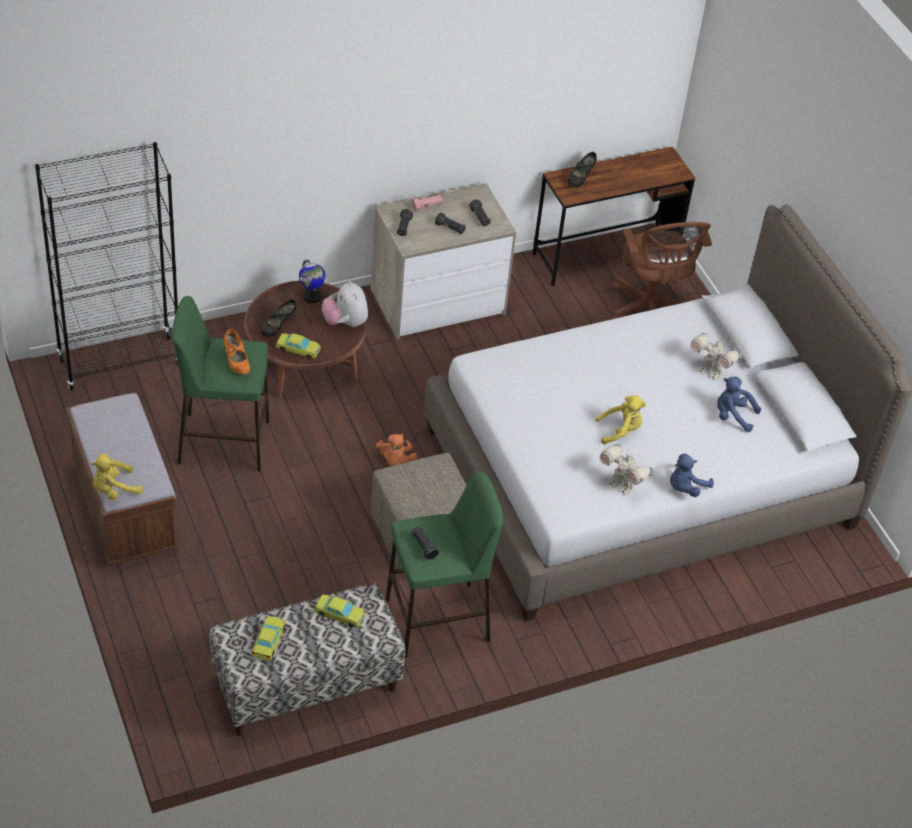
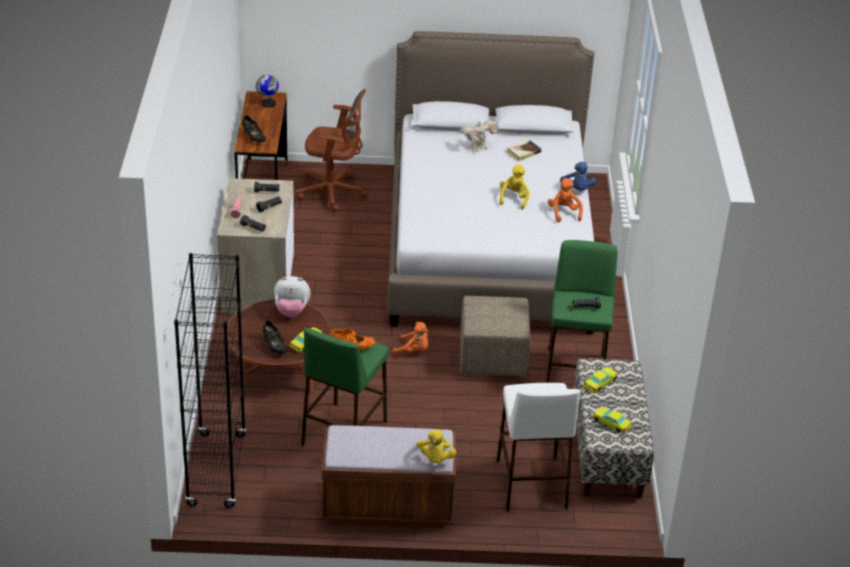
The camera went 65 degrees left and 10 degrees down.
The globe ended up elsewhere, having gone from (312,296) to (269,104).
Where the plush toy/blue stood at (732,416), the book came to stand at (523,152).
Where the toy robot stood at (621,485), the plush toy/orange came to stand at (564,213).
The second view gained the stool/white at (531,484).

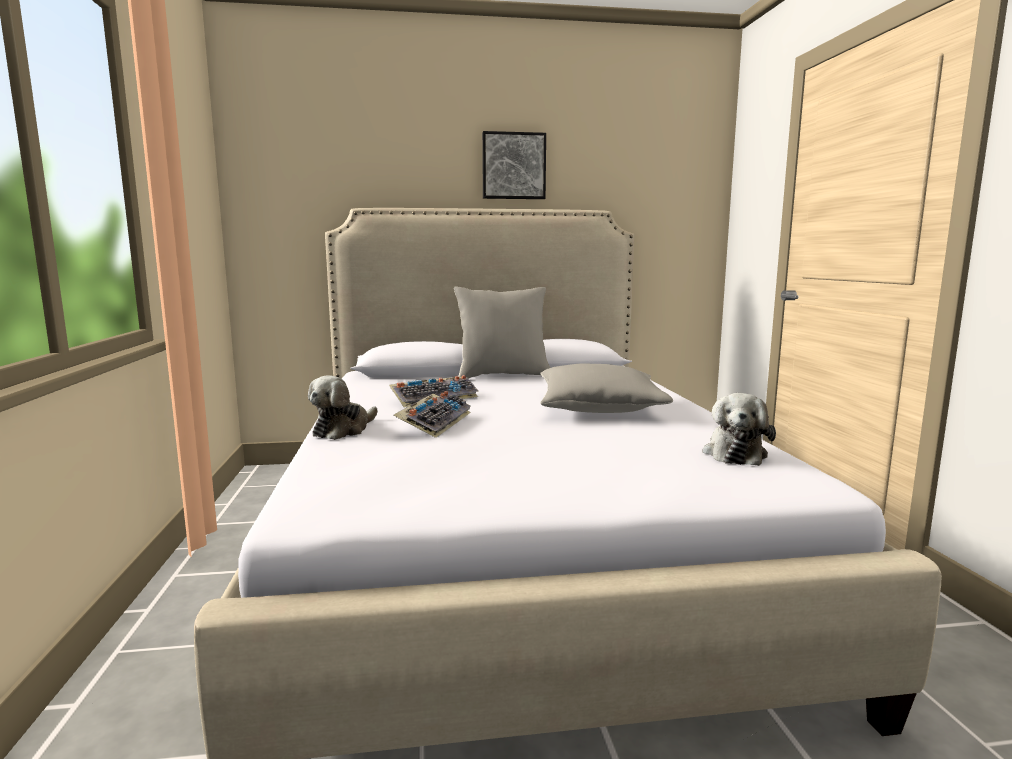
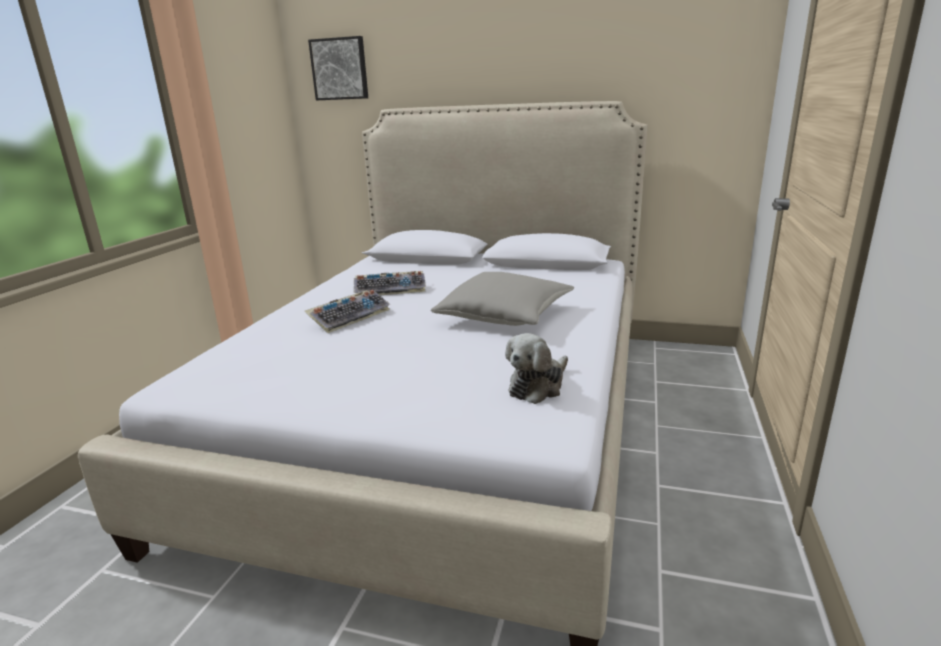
The camera went 25 degrees right and 10 degrees up.
The picture ended up elsewhere, having gone from (513,166) to (340,69).
The second view lost the pillow/grey at (503,376).
The second view lost the plush toy at (343,430).

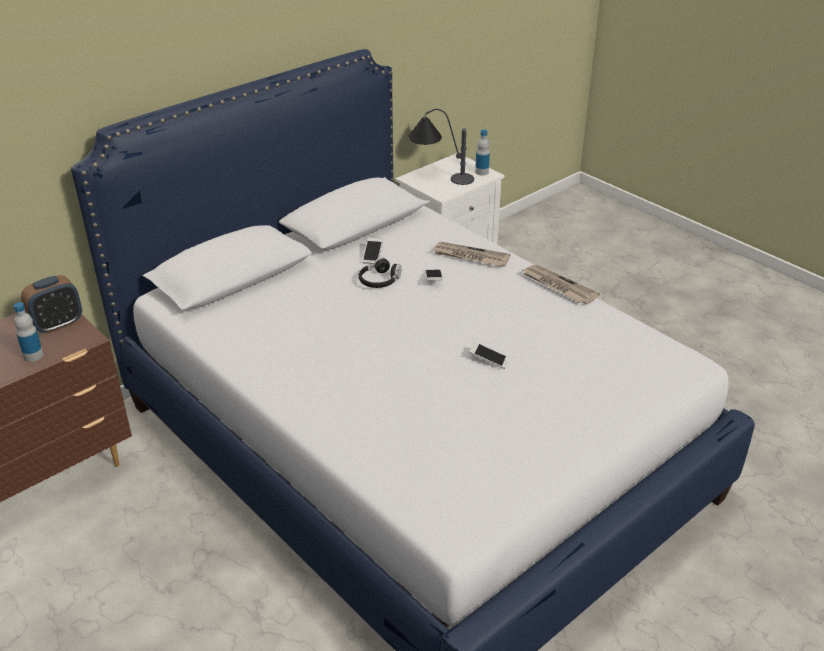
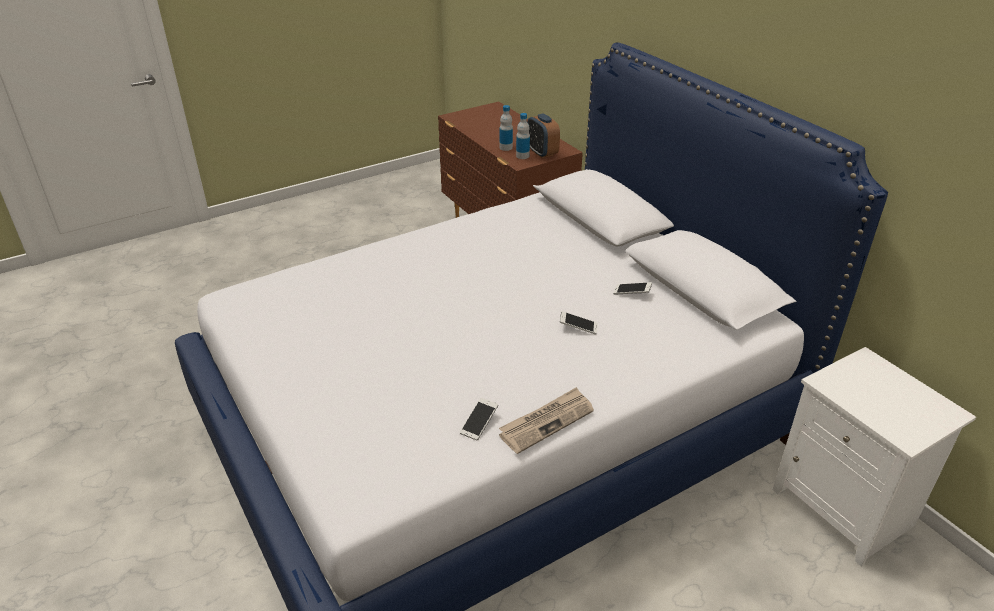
The camera went 100 degrees right and 0 degrees up.
The second view lost the table lamp at (438,176).
The bottle ended up elsewhere, having gone from (481,172) to (522,156).
The second view lost the newspaper at (470,256).
The second view lost the headphones/black at (379,280).
The phone ended up elsewhere, having gone from (489,360) to (479,423).

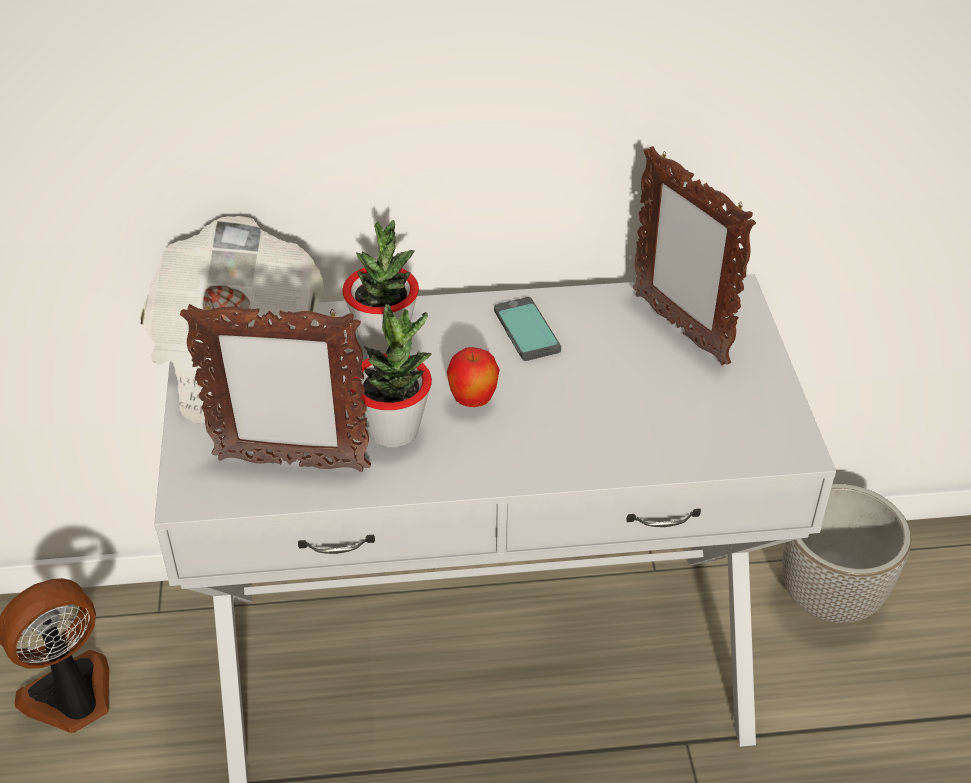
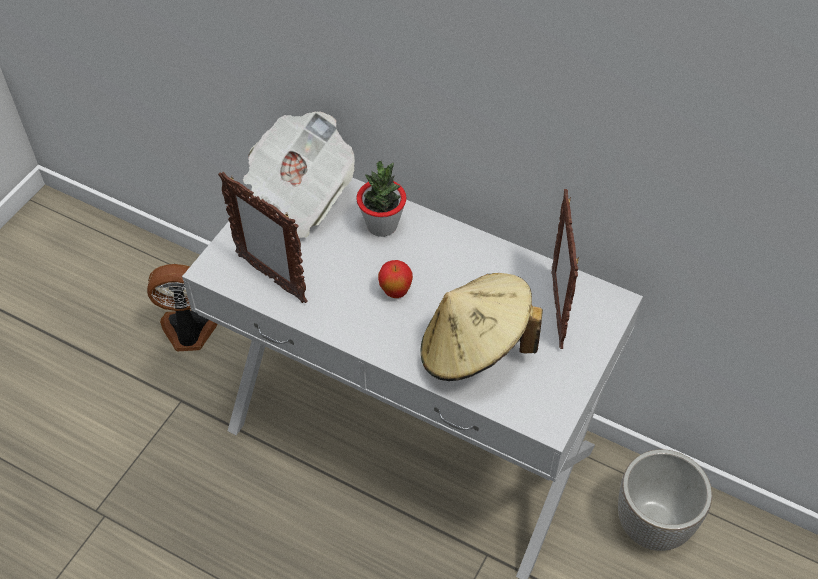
The camera went 35 degrees right and 10 degrees up.
The second view lost the phone at (526,330).
The second view lost the potted plant at (394,430).
The second view gained the hat/beige at (474,349).

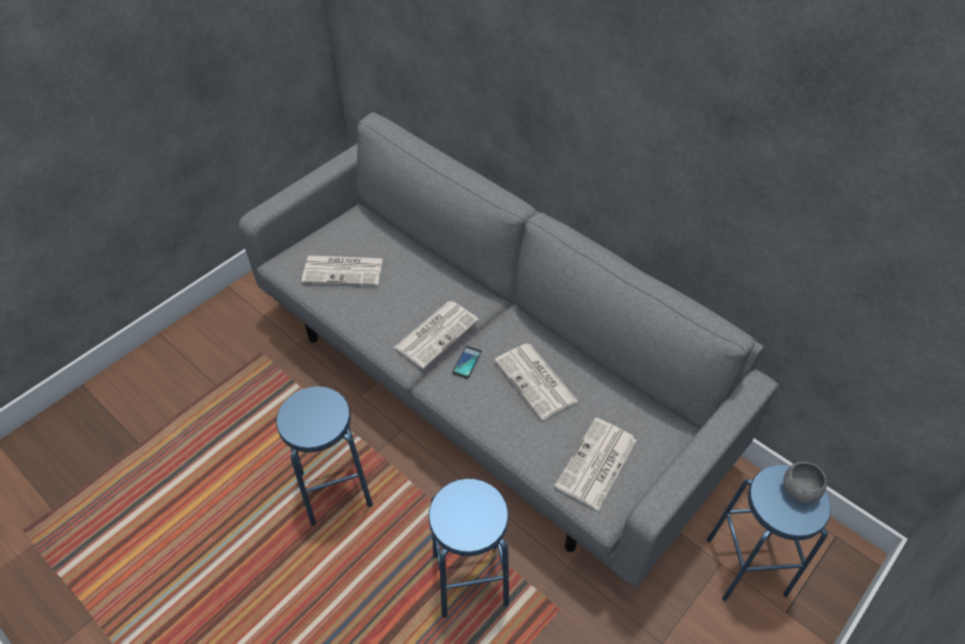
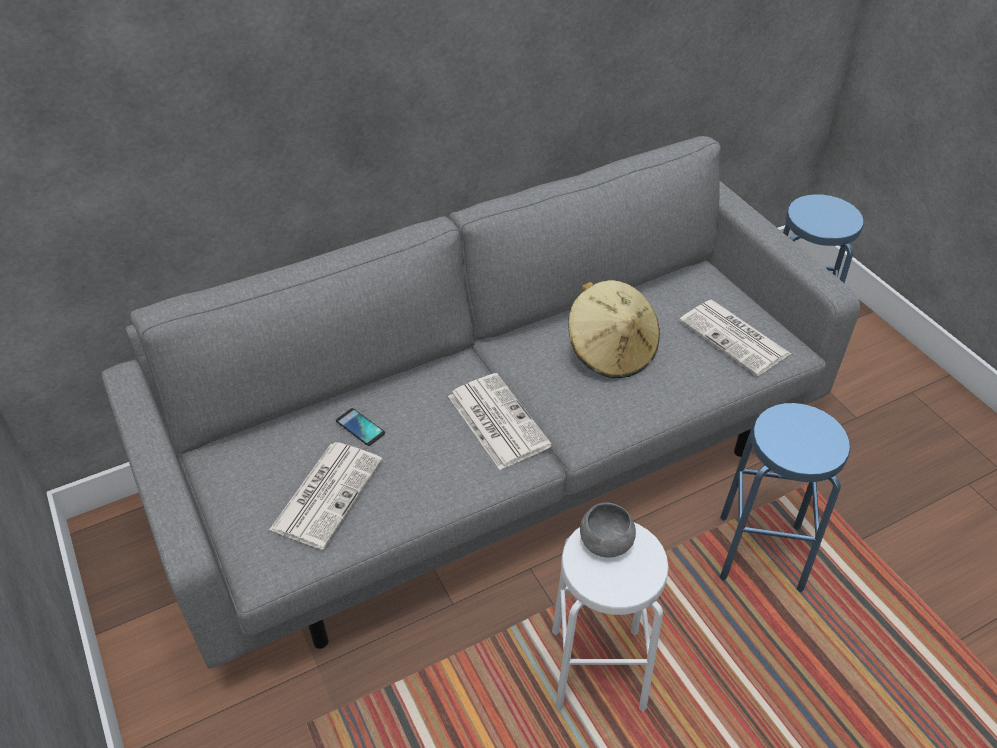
The camera went 70 degrees left and 5 degrees down.
Where the newspaper stood at (536,381), the hat/beige came to stand at (611,351).
The phone ended up elsewhere, having gone from (467,362) to (360,427).
What was the stool/blue at (335,490) turned into the stool/white at (597,670).
The bowl/grey ended up elsewhere, having gone from (799,490) to (605,543).

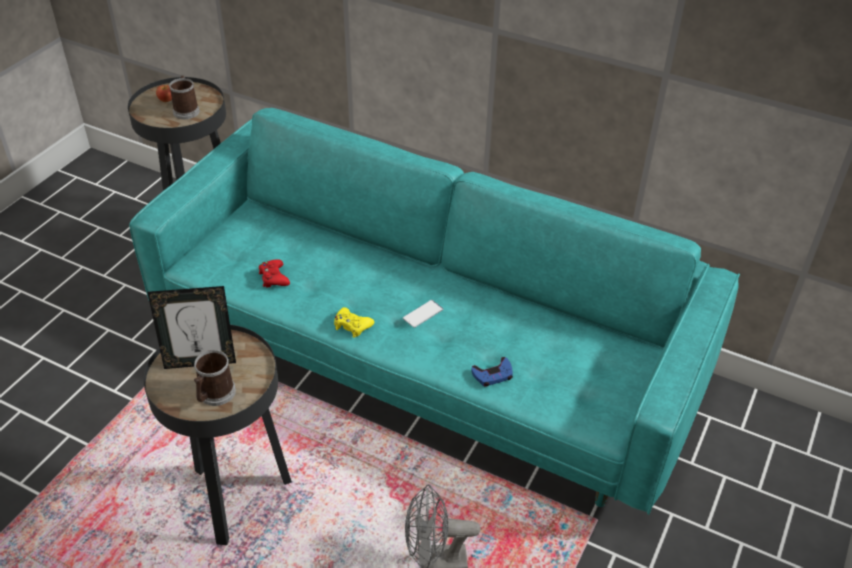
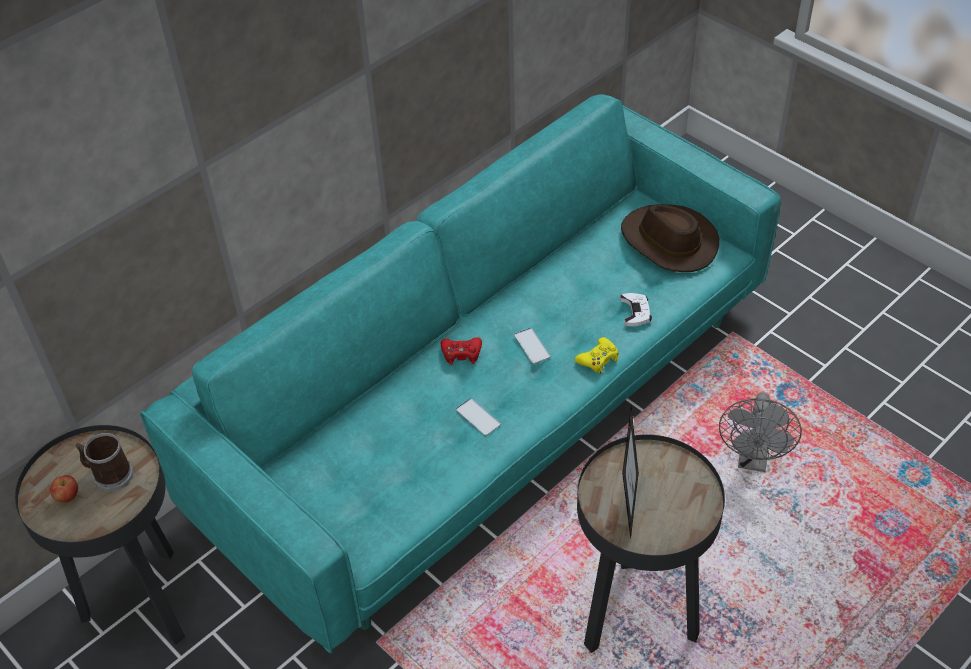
The camera went 70 degrees left and 5 degrees up.
The game controller/red ended up elsewhere, having gone from (274,278) to (461,354).
The game controller/yellow ended up elsewhere, having gone from (352,326) to (598,359).
The second view lost the mug at (214,395).
What was the game controller/blue at (493,375) turned into the game controller/white at (635,312).
The second view gained the hat/brown at (668,242).
The second view gained the phone at (478,417).

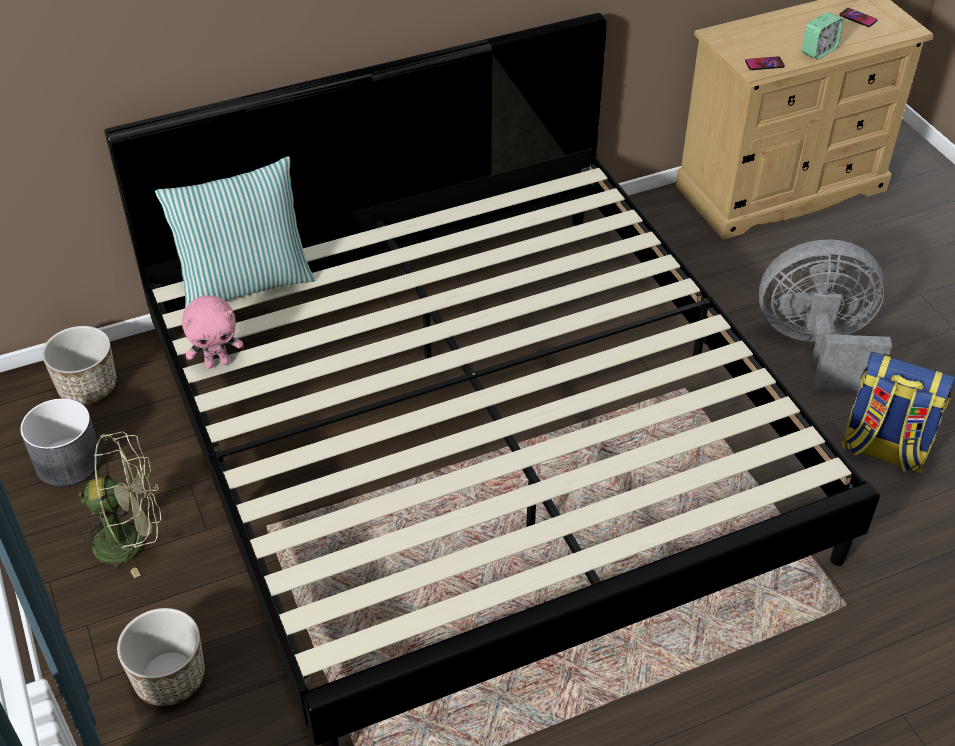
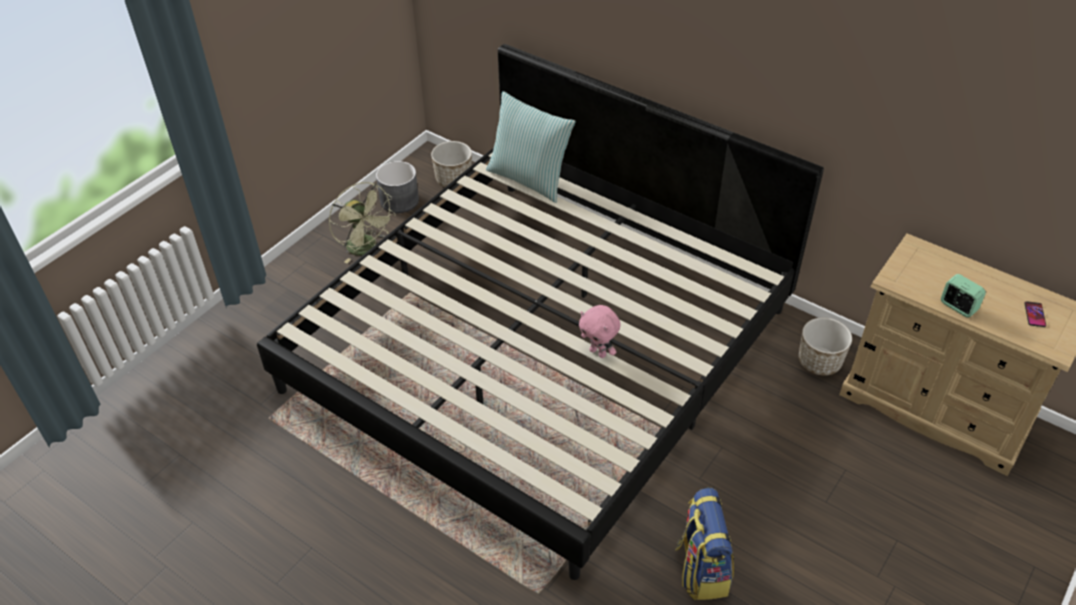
The camera went 60 degrees right and 0 degrees up.
The alarm clock at (818,51) ended up facing another way, 150 degrees counterclockwise from before.
The second view lost the phone at (764,64).
The second view lost the fan/grey at (816,347).
The plush toy/pink ended up elsewhere, having gone from (217,363) to (598,352).
The planter ended up elsewhere, having gone from (170,678) to (819,362).

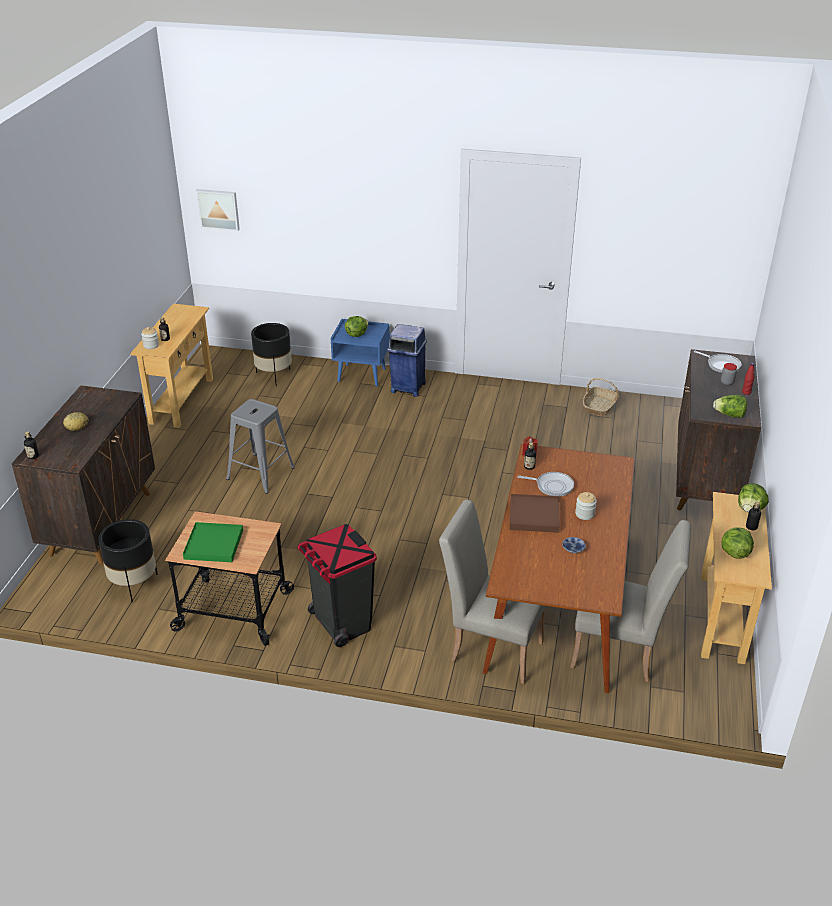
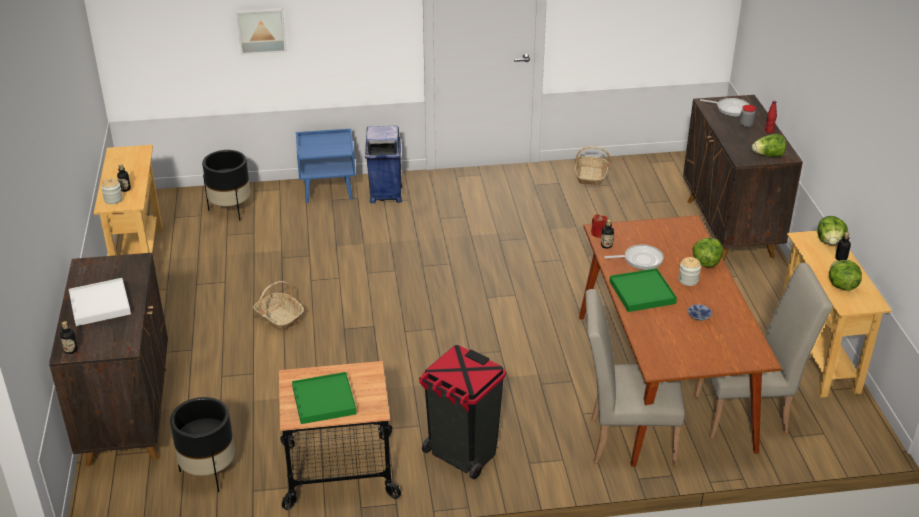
The camera went 20 degrees left and 0 degrees up.
The picture ended up elsewhere, having gone from (219,209) to (261,30).
The lettuce ended up elsewhere, having gone from (356,334) to (706,262).
Where the stool/grey stood at (260,472), the basket came to stand at (279,317).
Where the bread stood at (77,425), the tray/white came to stand at (100,304).
What was the tray/brown at (534,515) turned into the tray/green at (642,292).

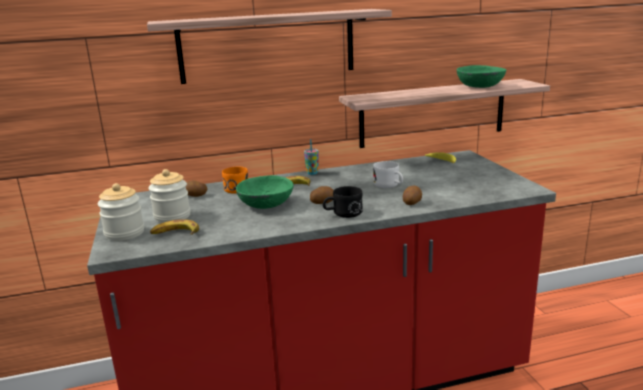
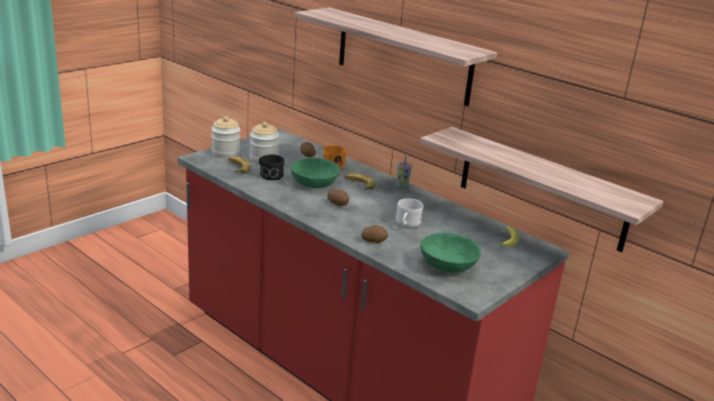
The camera went 55 degrees right and 5 degrees up.
The bowl/green ended up elsewhere, having gone from (479,86) to (447,265).
The mug/black ended up elsewhere, having gone from (342,213) to (269,174).

